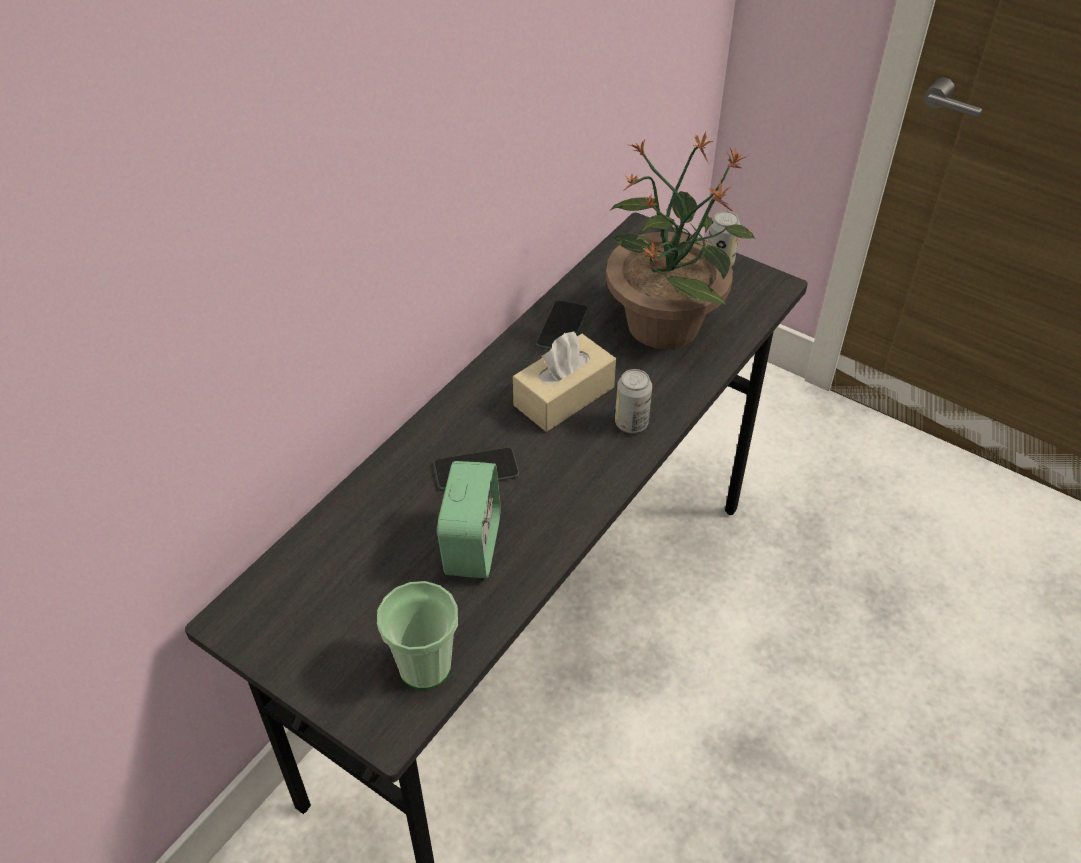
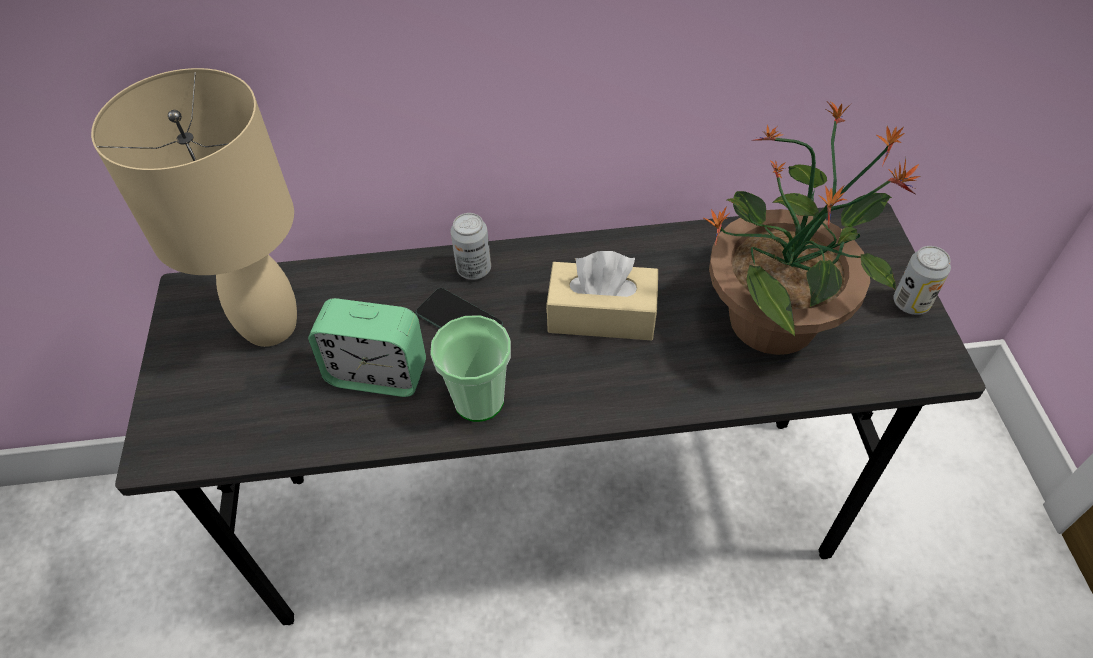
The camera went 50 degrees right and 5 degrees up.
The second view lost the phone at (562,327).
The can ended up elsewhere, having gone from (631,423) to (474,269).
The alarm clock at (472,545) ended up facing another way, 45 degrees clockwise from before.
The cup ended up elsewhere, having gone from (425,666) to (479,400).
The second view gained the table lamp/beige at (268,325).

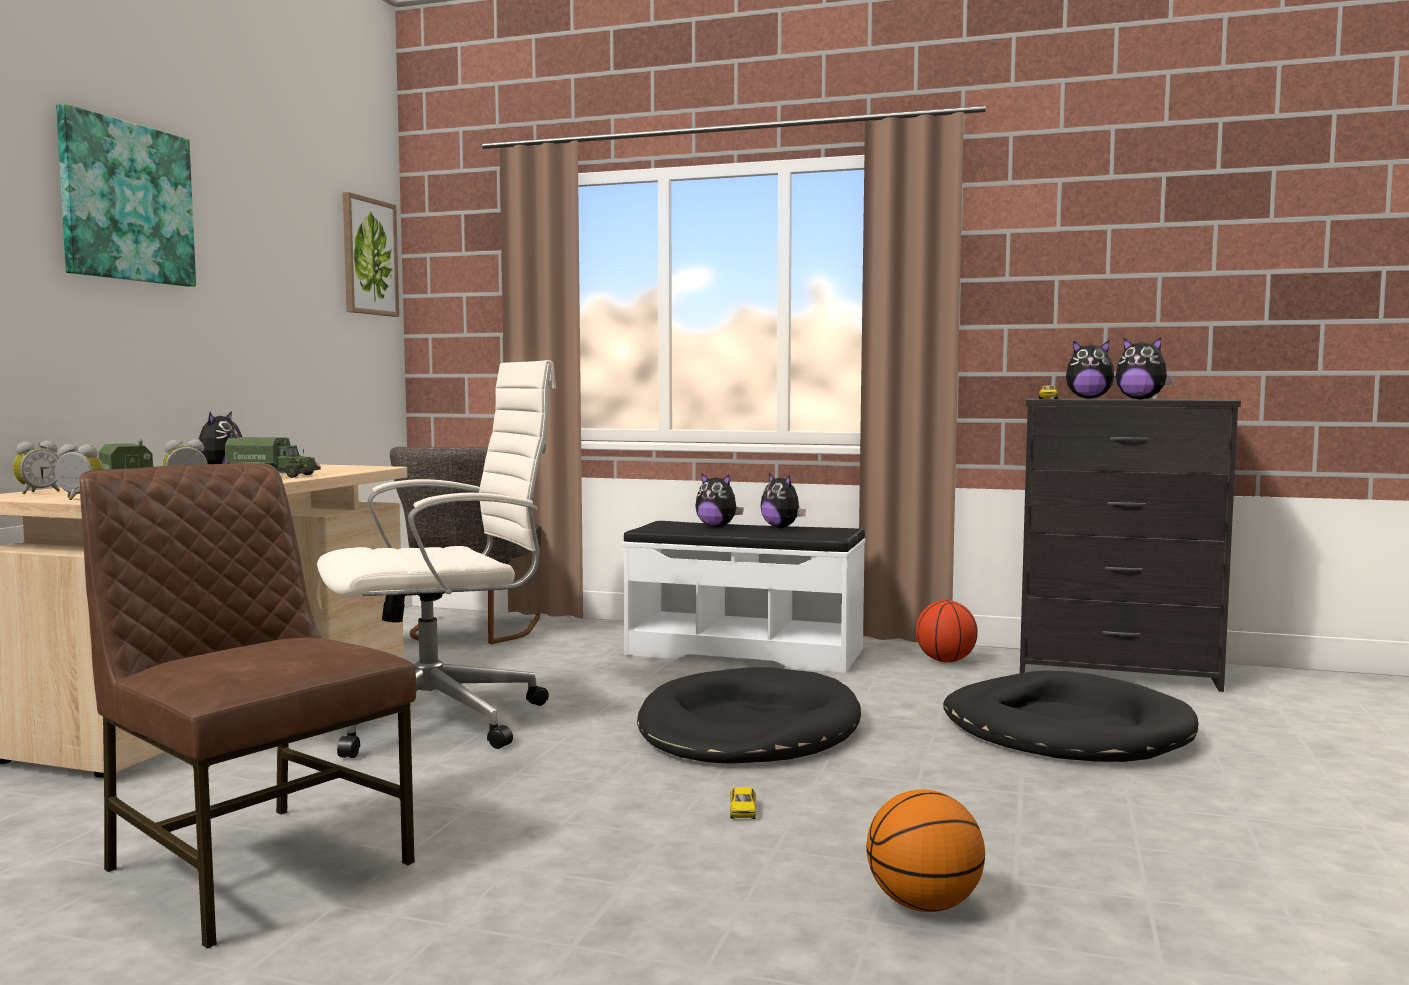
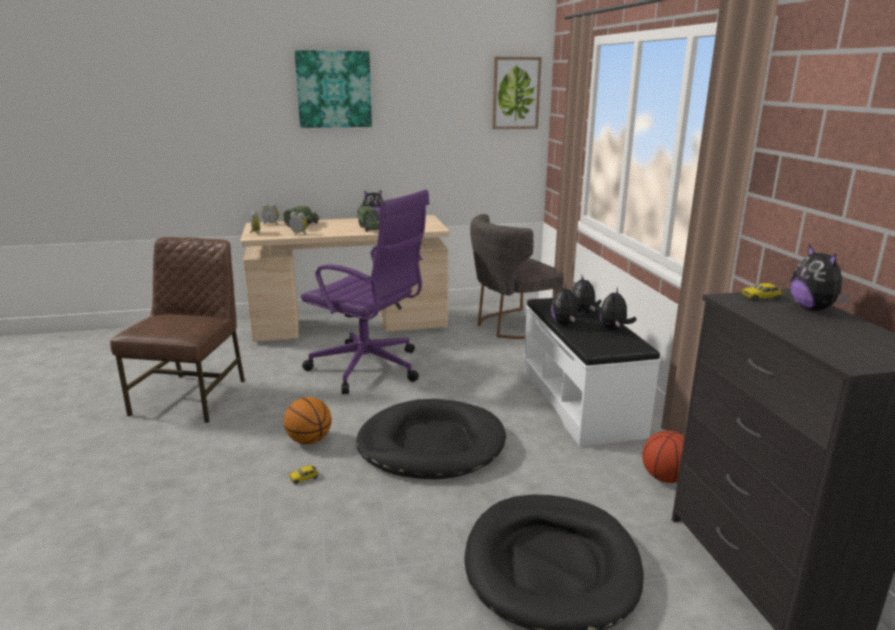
The camera went 60 degrees right and 15 degrees up.
The plush toy ended up elsewhere, having gone from (1141,399) to (565,324).
What was the office chair/white at (440,720) turned into the office chair/purple at (369,369).
The basketball ended up elsewhere, having gone from (923,905) to (309,440).

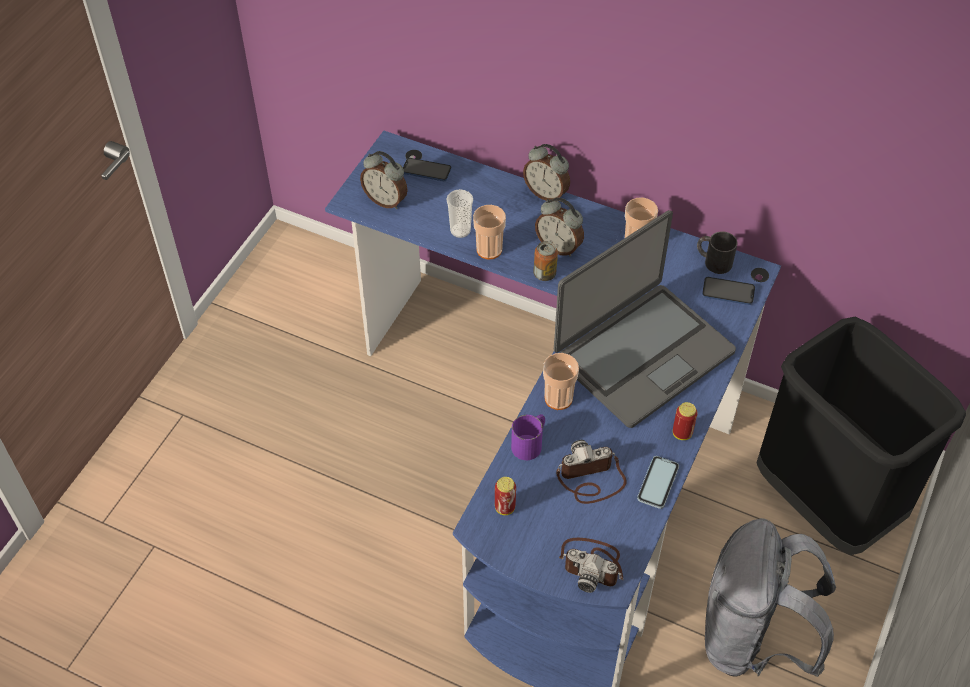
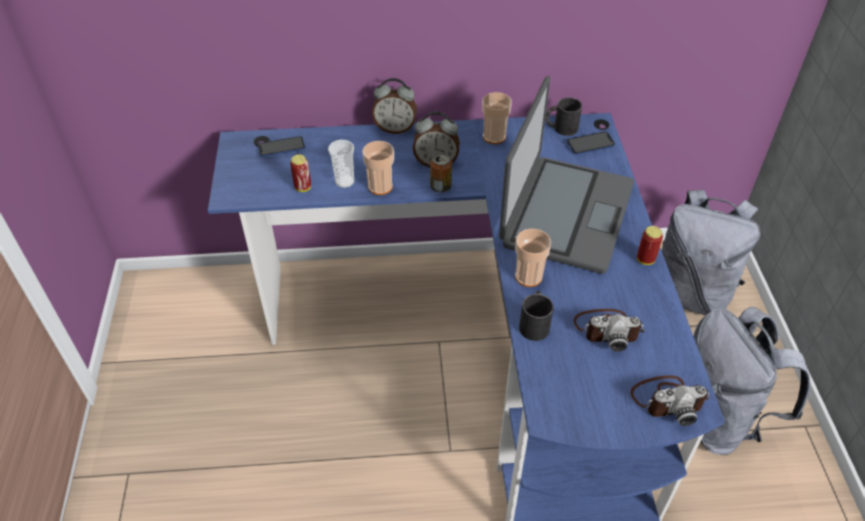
The camera went 30 degrees left and 5 degrees down.
The second view lost the alarm clock at (386,200).
Where the trash can/black stood at (828,502), the backpack/grey came to stand at (689,294).
What was the mug/purple at (530,443) turned into the mug/black at (534,323).
The photo camera at (590,479) ended up facing another way, 135 degrees counterclockwise from before.
The second view lost the phone at (658,483).
The can ended up elsewhere, having gone from (505,507) to (303,187).

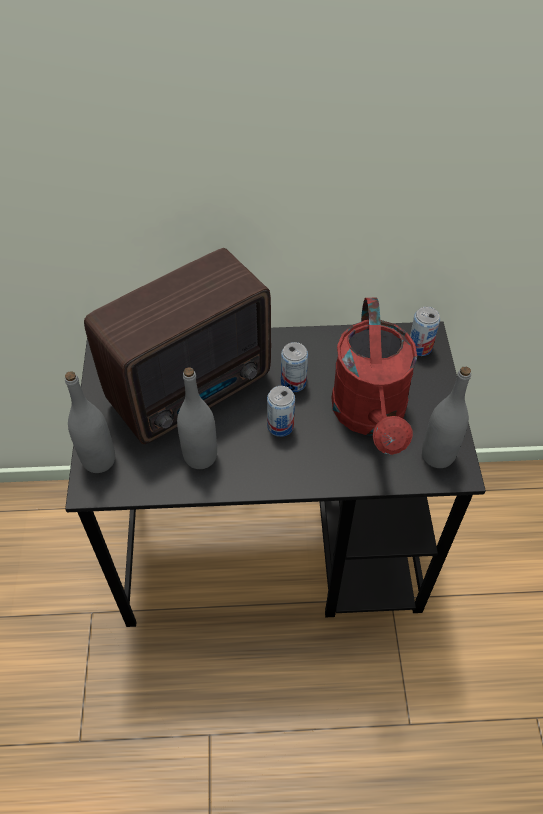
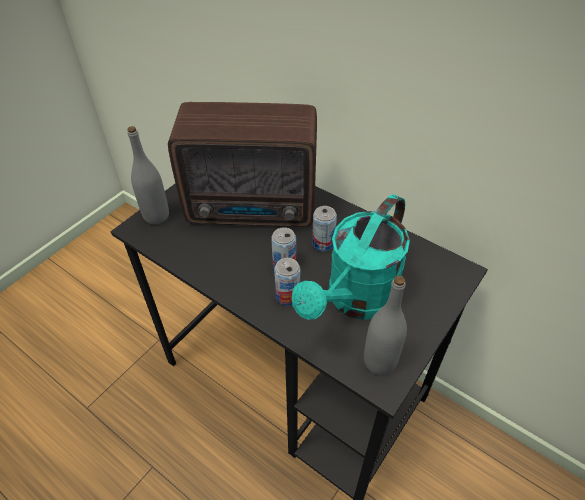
The camera went 40 degrees right and 5 degrees down.
What was the watering can/red at (371,417) turned into the watering can/turquoise at (355,300).
The can ended up elsewhere, having gone from (420,347) to (287,296).
The second view lost the bottle/grey at (200,456).

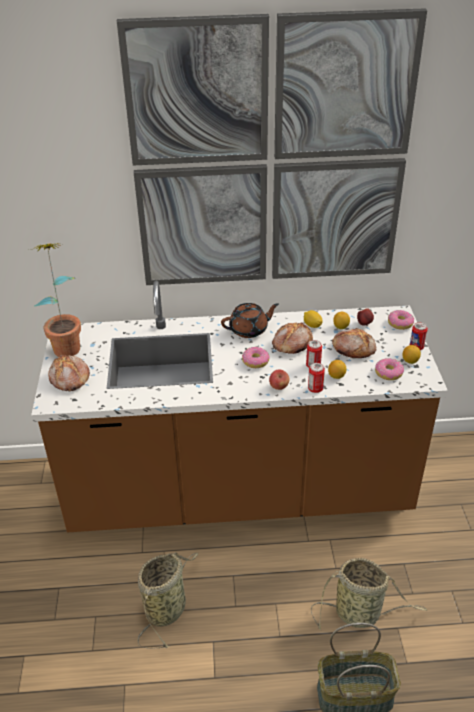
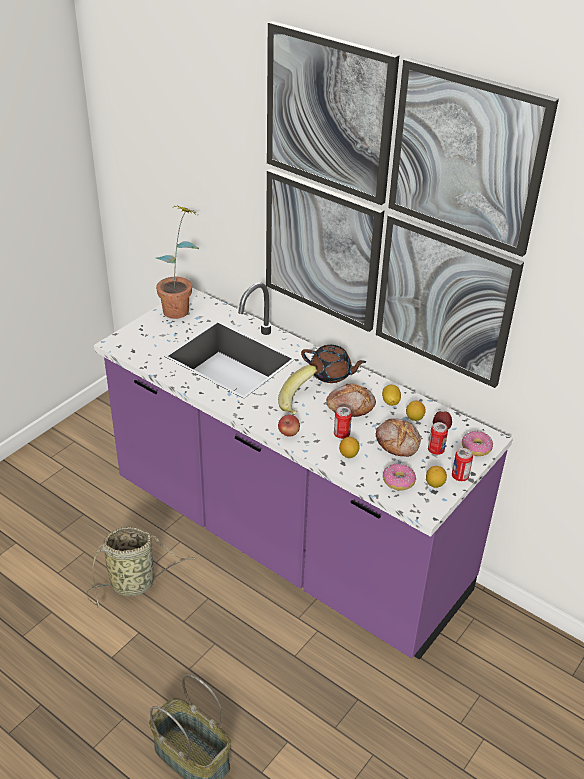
The camera went 40 degrees right and 0 degrees up.
What was the counter/brown at (239,493) turned into the counter/purple at (287,540).
Where the donut stood at (255,361), the banana came to stand at (299,402).
The second view lost the bread at (69,379).
The can ended up elsewhere, having gone from (315,389) to (435,450).
The second view lost the basket at (360,613).

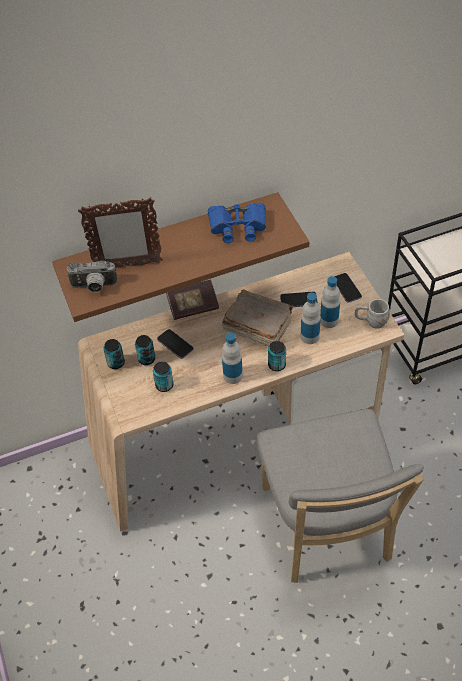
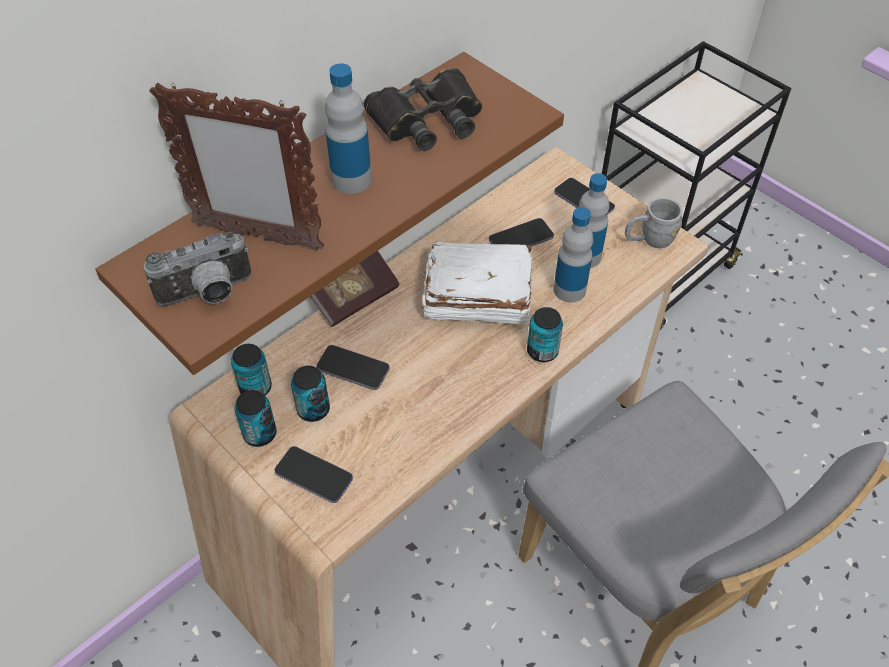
The camera went 25 degrees left and 0 degrees up.
The picture frame at (127,265) ended up facing another way, 45 degrees clockwise from before.
What was the binoculars/blue at (238,226) turned into the binoculars/black at (427,119).
What was the book/brown at (257,326) turned into the book/white at (475,297).
The bottle ended up elsewhere, having gone from (233,376) to (351,179).
The can ended up elsewhere, having gone from (164,385) to (255,387).
The second view gained the phone at (314,476).

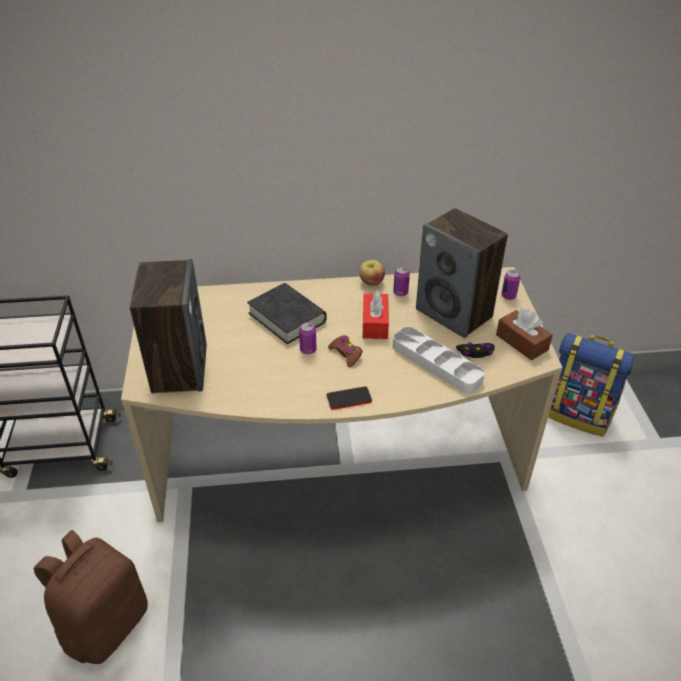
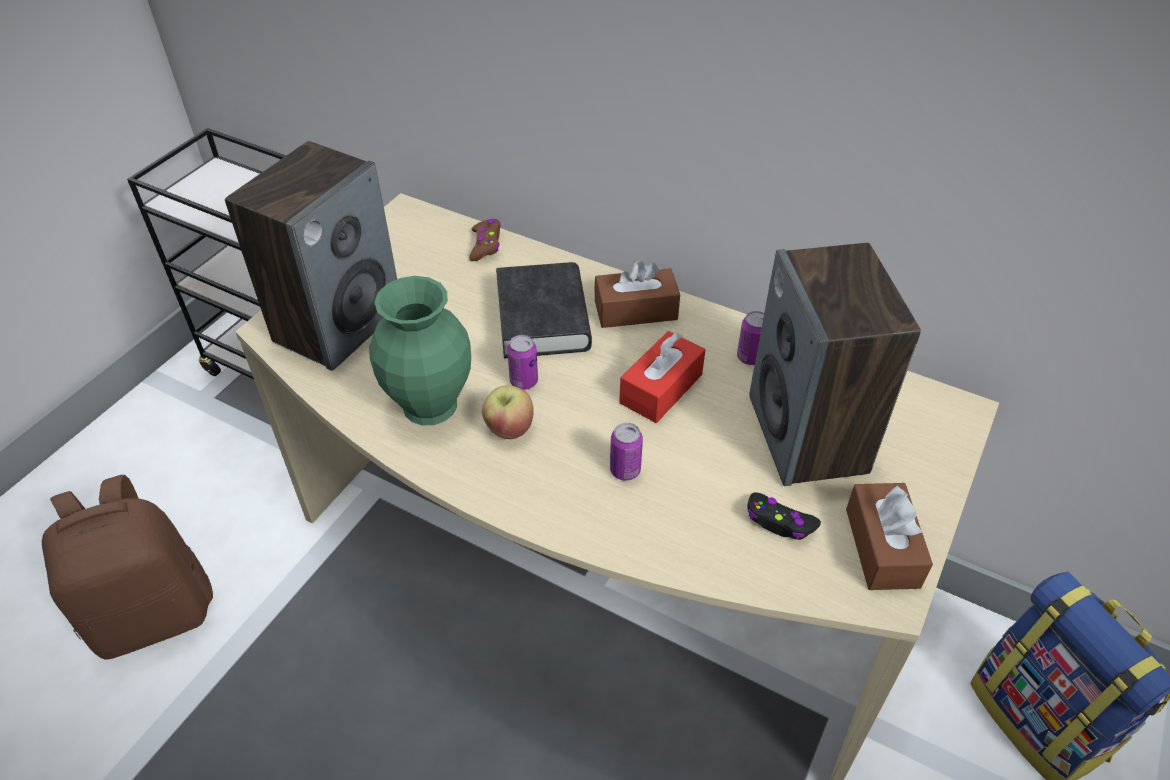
The camera went 35 degrees right and 5 degrees up.
The apple ended up elsewhere, having gone from (371,282) to (509,428).
The can ended up elsewhere, having gone from (508,296) to (625,470).
The second view lost the tray/white at (436,363).
The game controller/brown ended up elsewhere, having gone from (346,354) to (486,245).
The second view lost the phone at (349,399).
The second view gained the tissue box/brown at (635,310).
The second view gained the vase/green at (429,403).

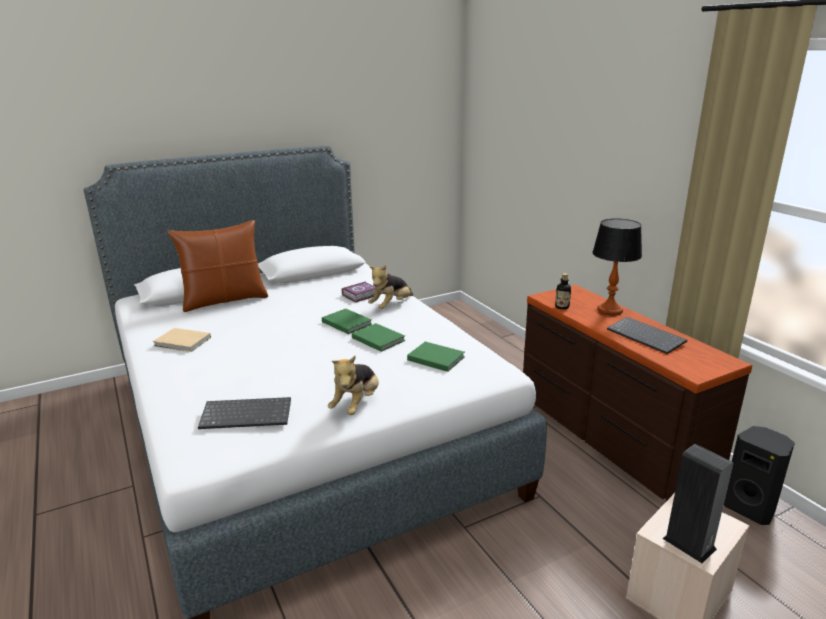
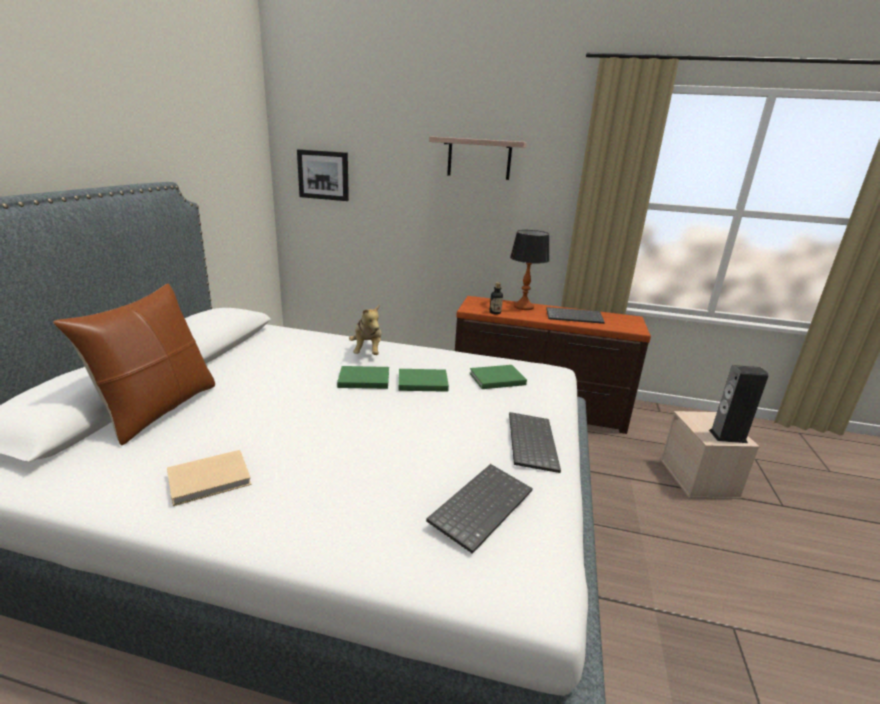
The camera went 50 degrees left and 0 degrees up.
The second view lost the book at (362,295).
Where the plush toy stood at (356,404), the keyboard came to stand at (530,442).
The second view lost the speaker/black at (750,508).
The second view gained the shelf at (479,158).
The second view gained the picture at (323,175).

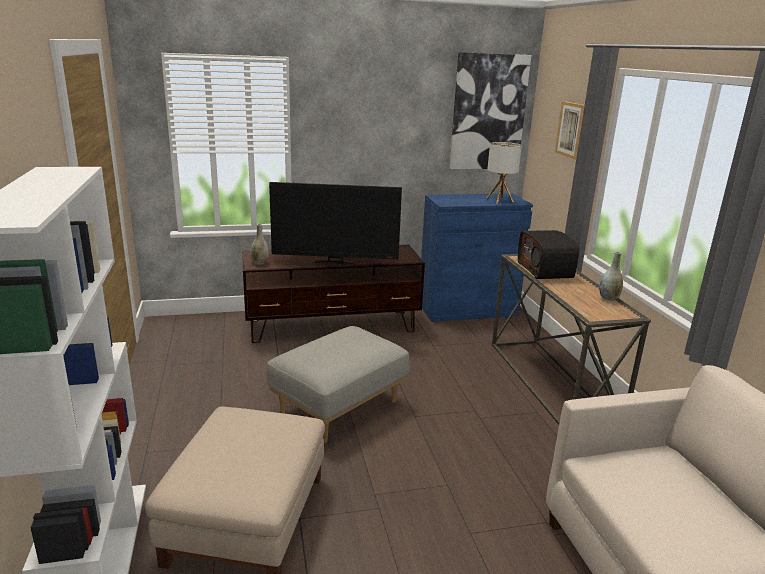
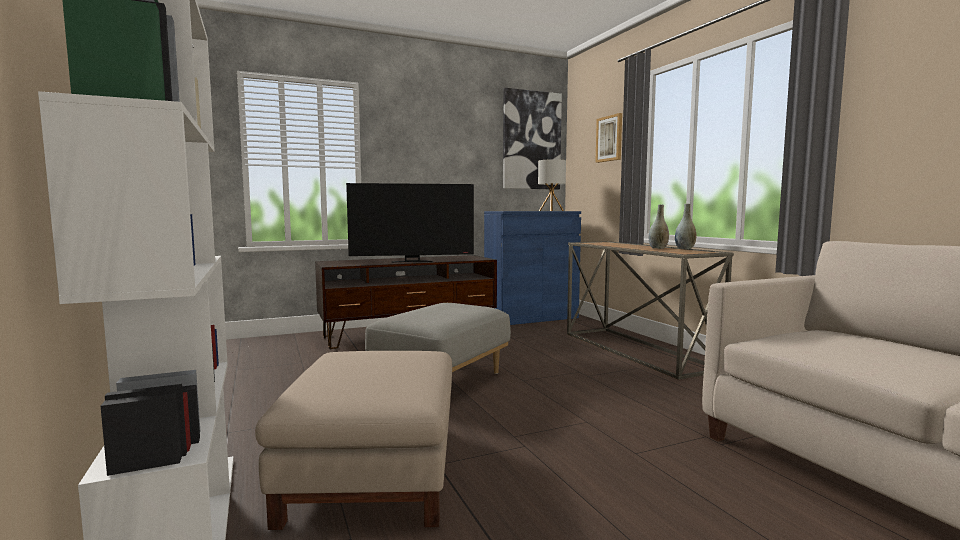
The camera went 10 degrees left and 15 degrees down.
The vase/grey ended up elsewhere, having gone from (260,263) to (658,248).
The second view lost the radio at (546,270).

